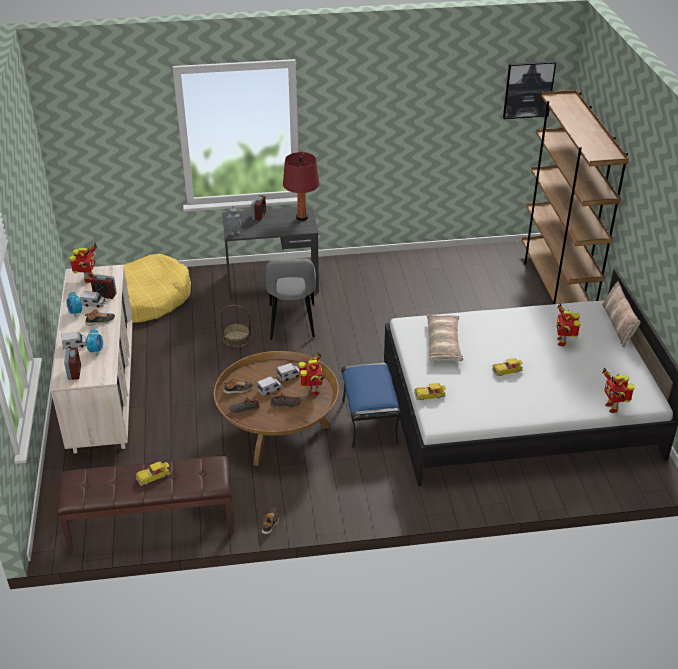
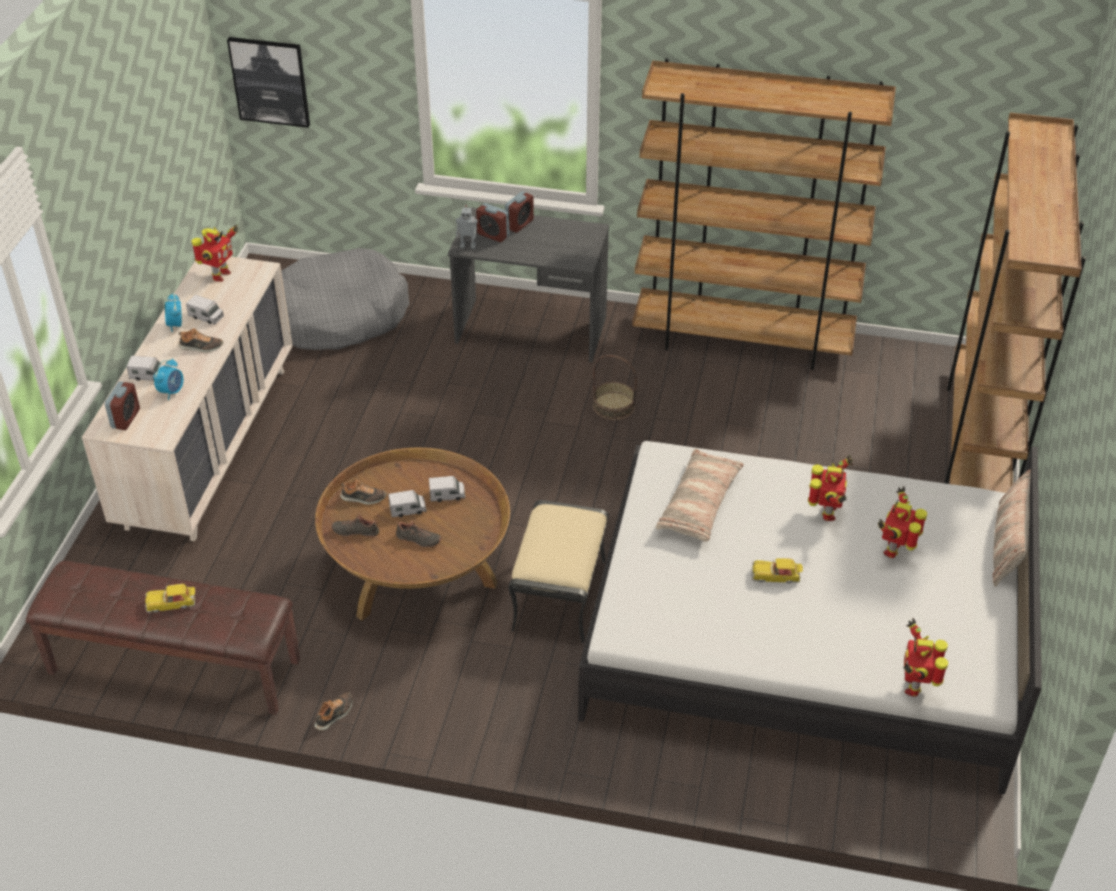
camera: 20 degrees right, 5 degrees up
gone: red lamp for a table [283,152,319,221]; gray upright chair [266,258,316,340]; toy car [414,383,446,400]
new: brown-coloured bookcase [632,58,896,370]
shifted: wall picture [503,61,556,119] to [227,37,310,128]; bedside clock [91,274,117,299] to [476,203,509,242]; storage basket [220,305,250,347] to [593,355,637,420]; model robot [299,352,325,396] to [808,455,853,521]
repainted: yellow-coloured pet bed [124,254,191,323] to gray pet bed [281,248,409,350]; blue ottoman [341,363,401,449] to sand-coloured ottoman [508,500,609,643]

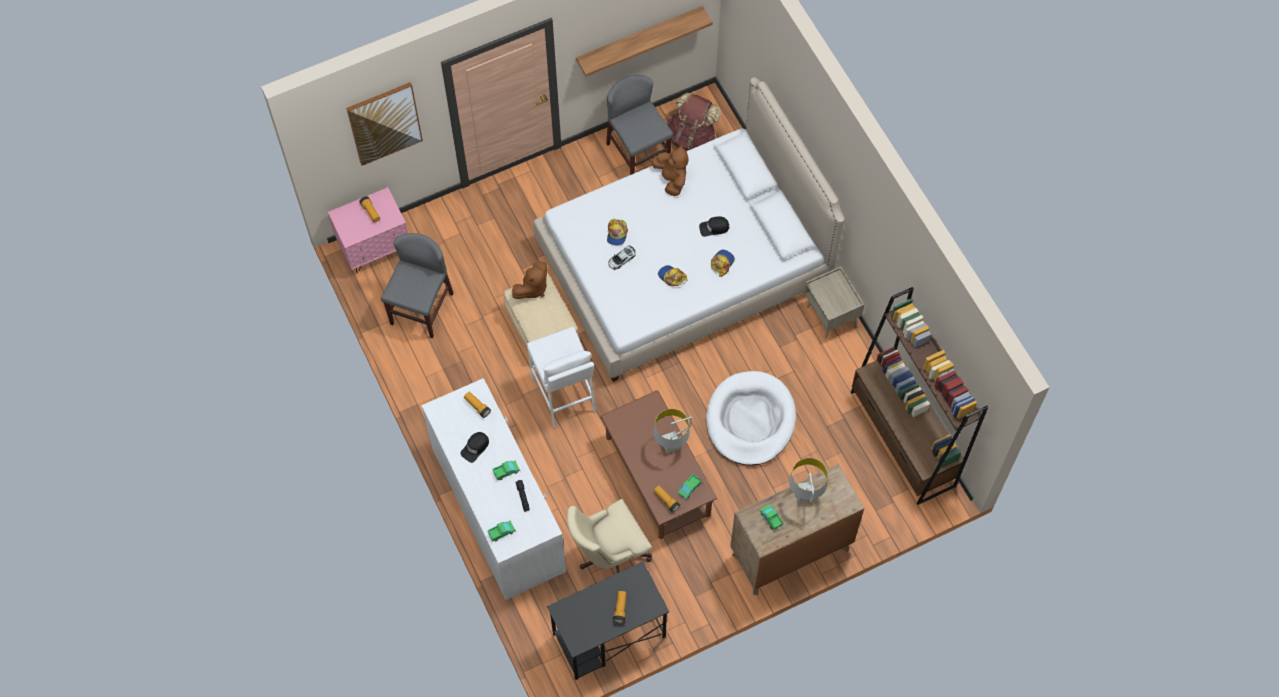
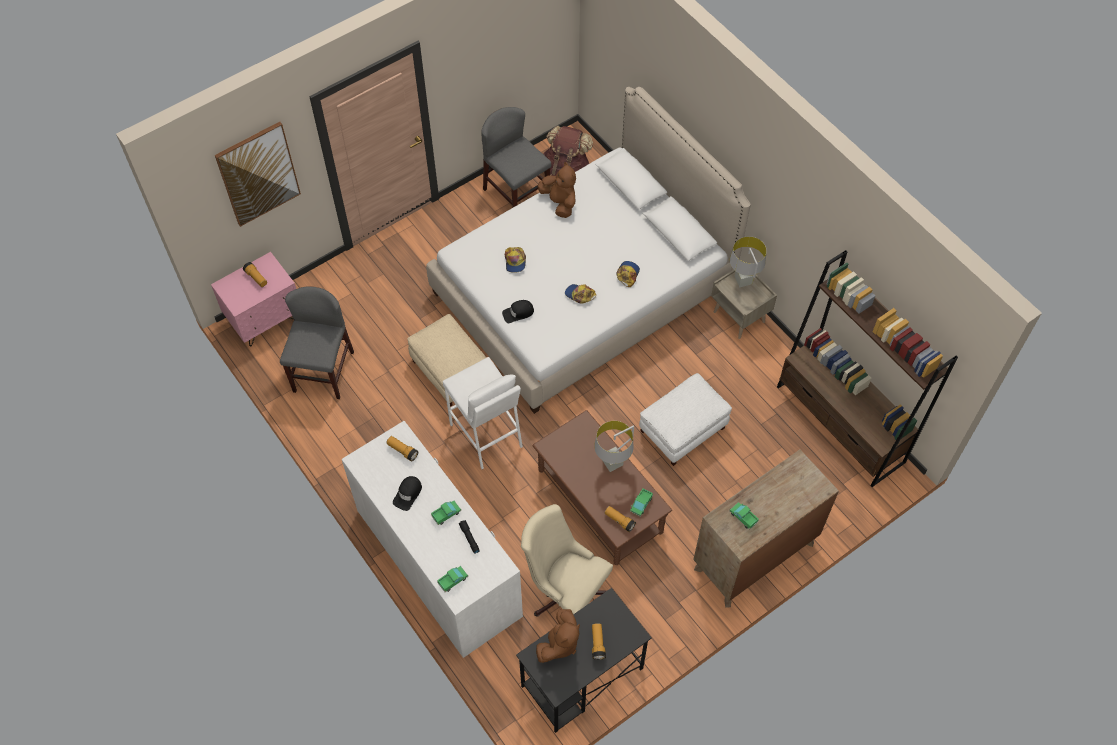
camera: 10 degrees left, 5 degrees down
gone: shelf [576,6,713,77]; toy car [608,245,635,270]
shifted: black baseball cap [699,216,729,237] to [502,300,534,323]; brown-coloured plush toy [512,261,548,299] to [536,609,580,663]; gray lamp for a table [789,458,828,503] to [730,236,767,287]
swapped: white-coloured pet bed [706,371,796,466] to white-coloured ottoman [639,373,732,466]
rotated: sand-coloured office chair [567,499,652,573] = [521,504,613,616] 75 degrees clockwise

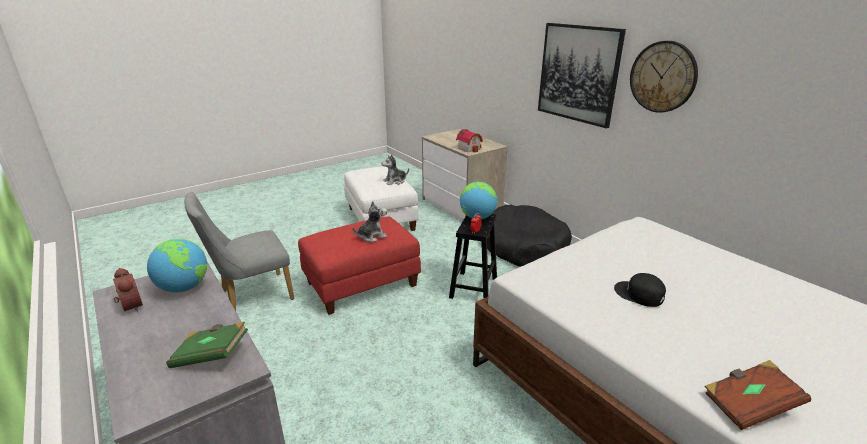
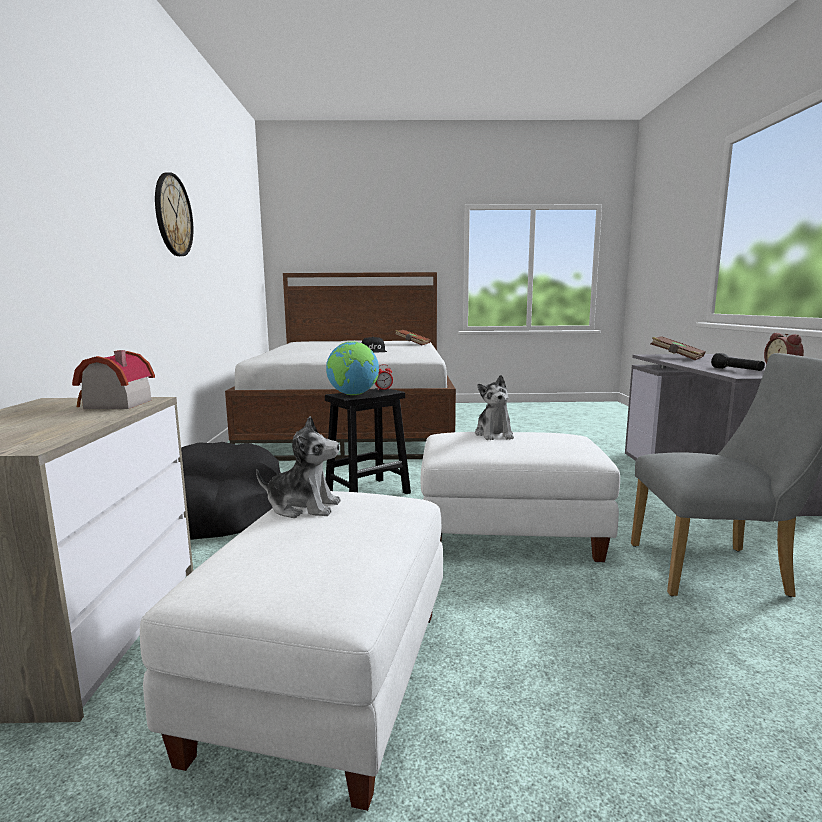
camera: 145 degrees left, 15 degrees down
gone: wall picture [538,23,626,128]
swapped: desk globe [147,239,207,293] to black torch [711,353,765,371]
repainted: red ottoman [298,217,421,315] to white-coloured ottoman [420,432,620,562]; green book [166,322,248,368] to brown-coloured book [651,336,706,360]
rotated: plush toy [352,201,387,242] = [475,375,514,440] 105 degrees counterclockwise

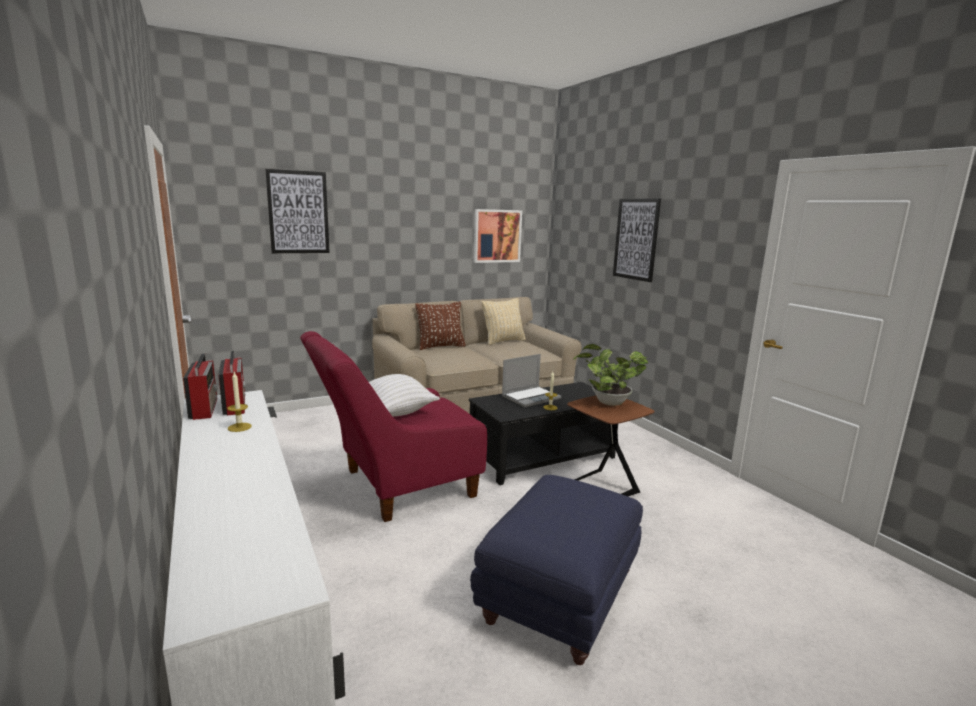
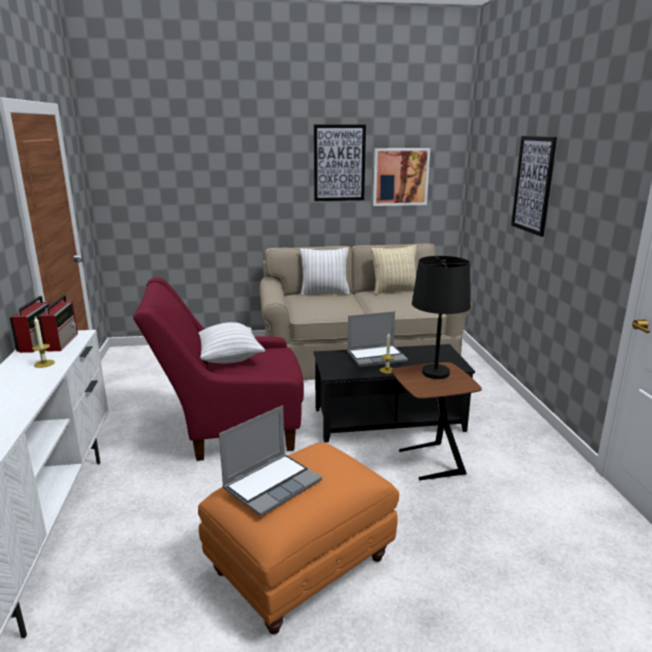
camera: 20 degrees right, 5 degrees up
new: notebook computer [219,405,322,516]
shifted: wall picture [265,169,330,253] to [314,125,366,201]
swapped: potted plant [573,344,648,406] to black lamp for a table [412,256,471,379]
repainted: brown-coloured throw pillow [415,302,466,350] to white-coloured throw pillow [300,248,350,295]; blue ottoman [470,475,643,665] to orangey ottoman [198,443,399,634]

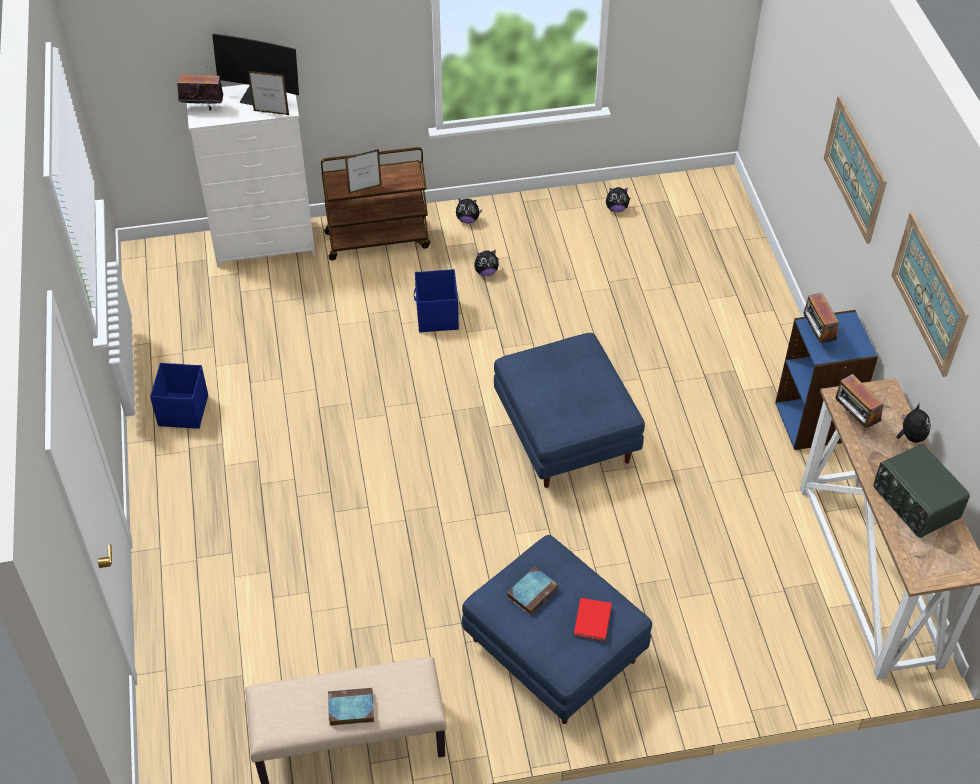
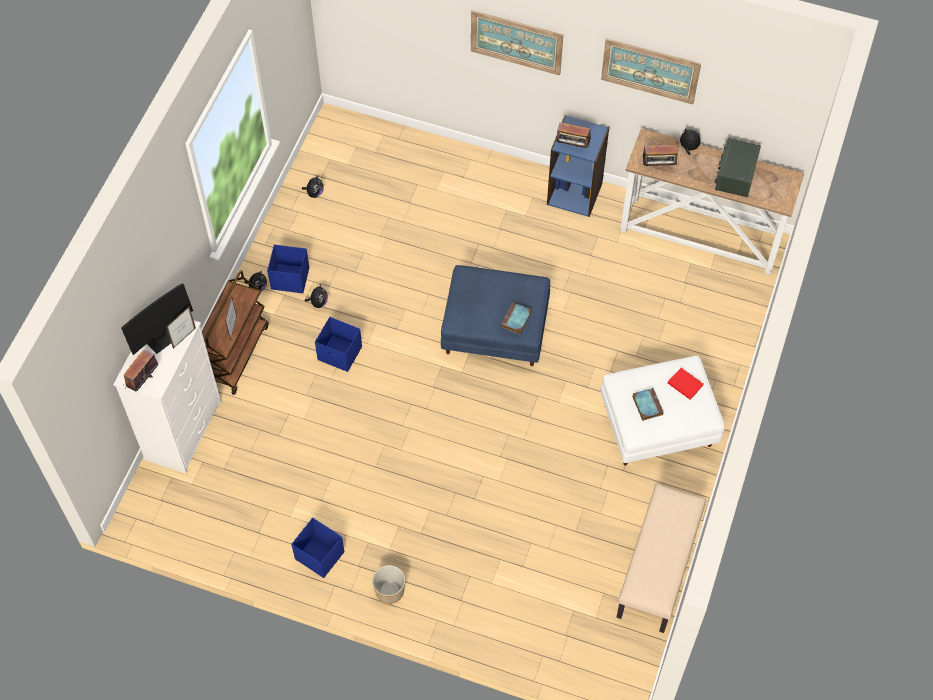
camera: 60 degrees left, 10 degrees up
new: blue storage box [267,245,309,293]; plant pot [372,565,405,604]
shifted: book [328,688,374,726] to [501,302,532,335]
repainted: blue ottoman [462,535,652,724] to white-coloured ottoman [601,356,724,466]
rotated: radio set [873,443,970,538] = [714,138,761,198] 105 degrees clockwise

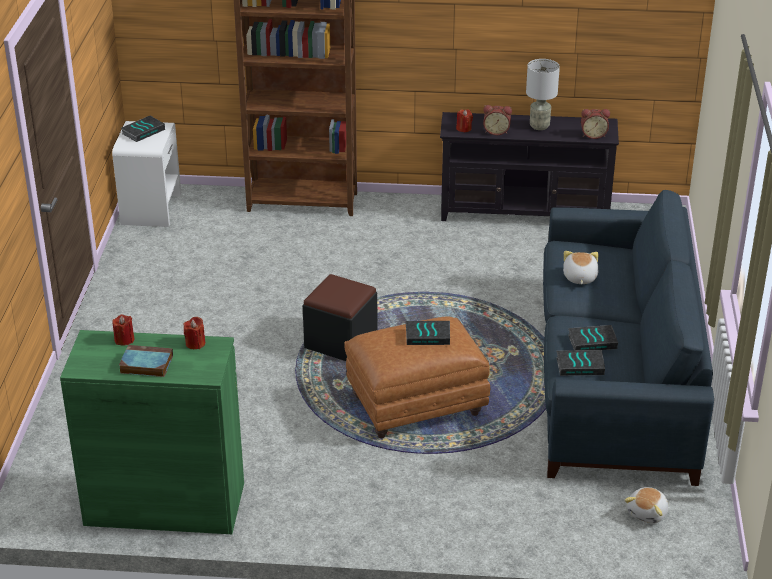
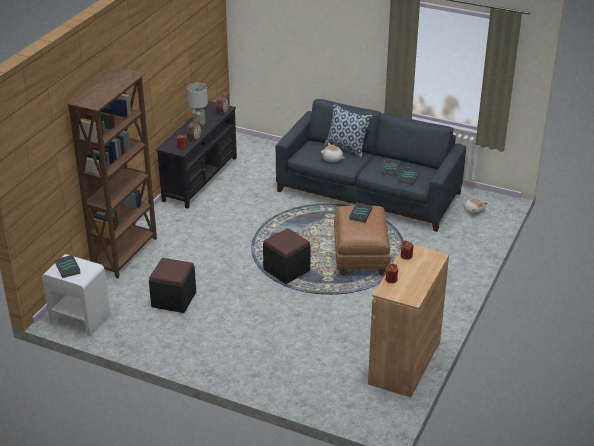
camera: 70 degrees left, 0 degrees up
gone: book [119,345,173,377]
new: throw pillow [324,103,373,158]; black ottoman [149,258,196,313]
repainted: green cupboard [60,330,244,534] to brown-coloured cupboard [368,245,449,398]

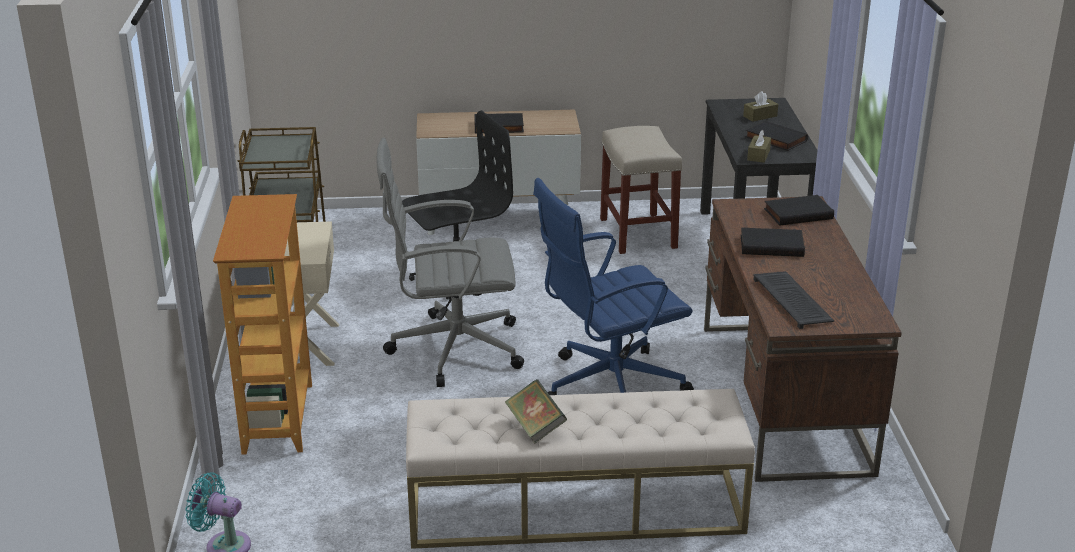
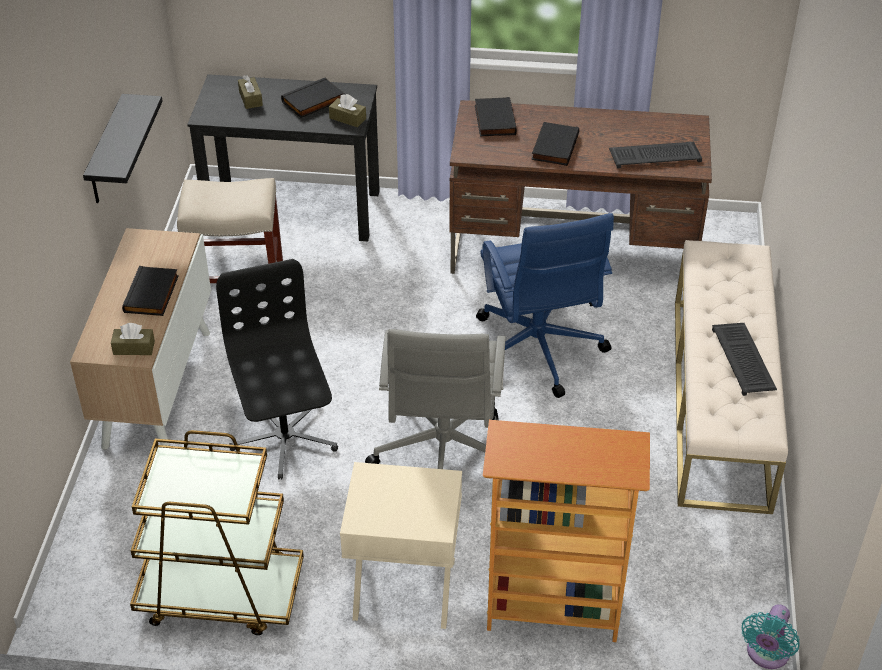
camera: 80 degrees left, 15 degrees up
new: black shelf [83,94,163,203]; brown-coloured tissue box [111,323,155,355]
swapped: book [505,379,567,444] to PC keyboard [712,323,777,396]

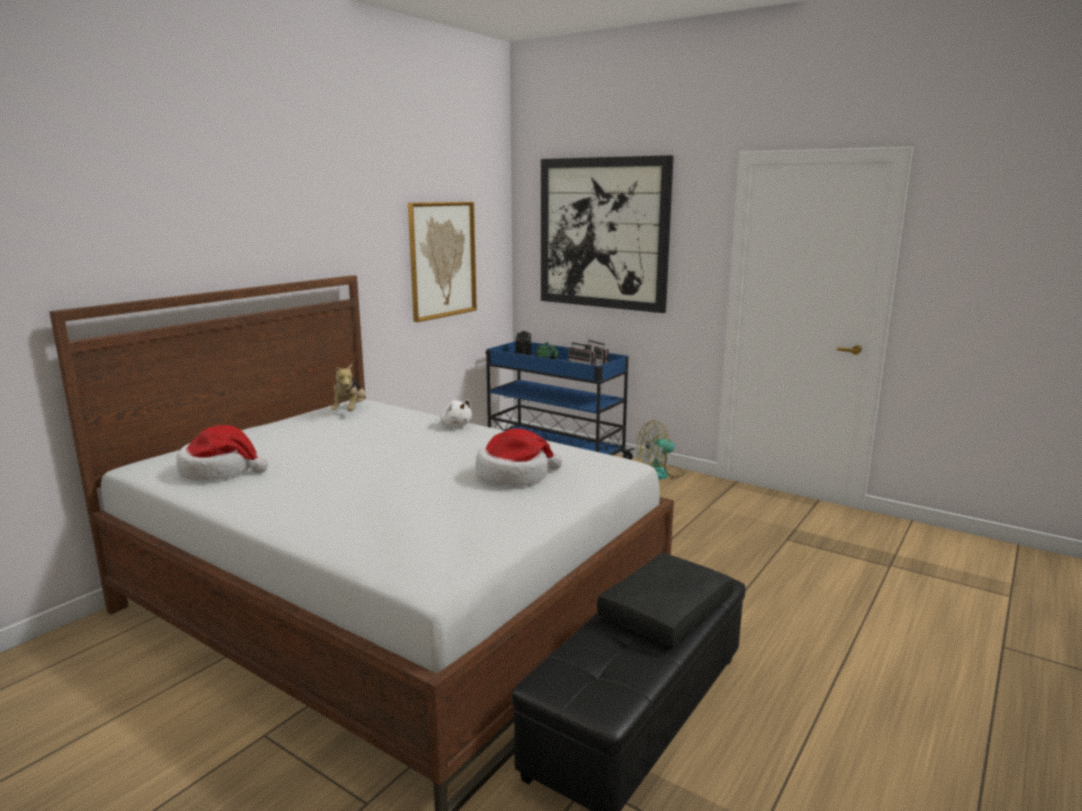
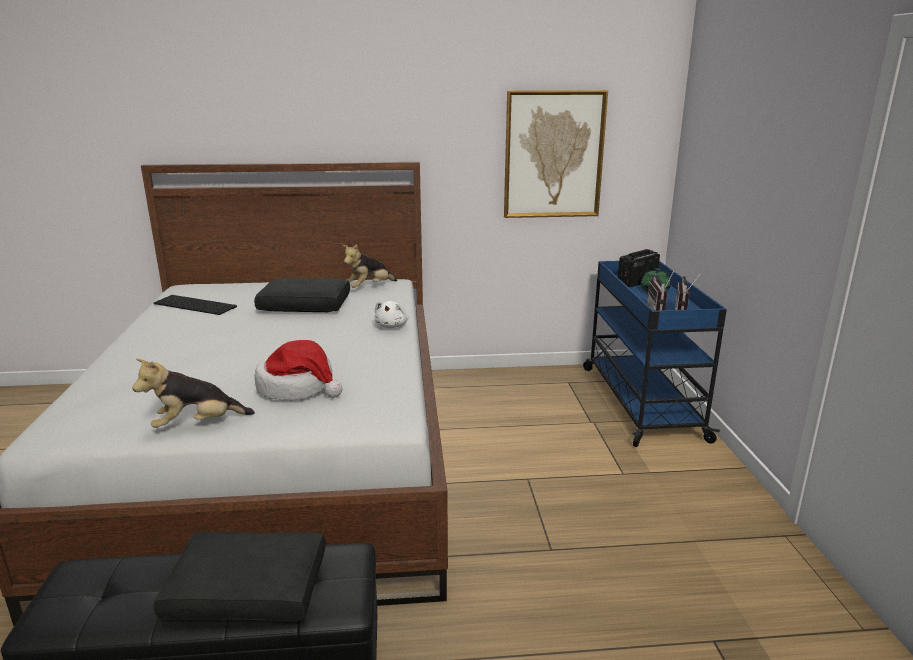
camera: 50 degrees right, 5 degrees up
gone: wall picture [541,155,673,313]; electric fan [637,420,684,480]
new: black throw pillow [254,278,350,312]; plush toy [132,358,255,428]
swapped: clothing hat [176,425,268,480] to PC keyboard [154,295,237,315]

